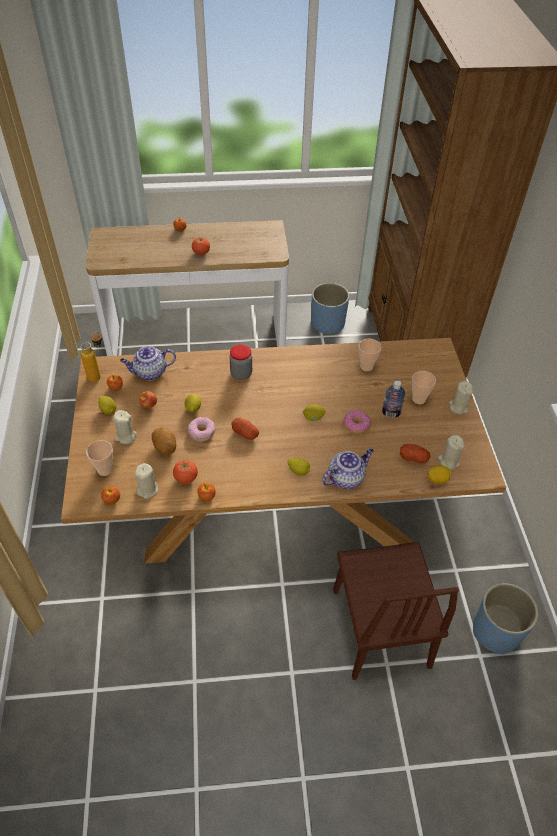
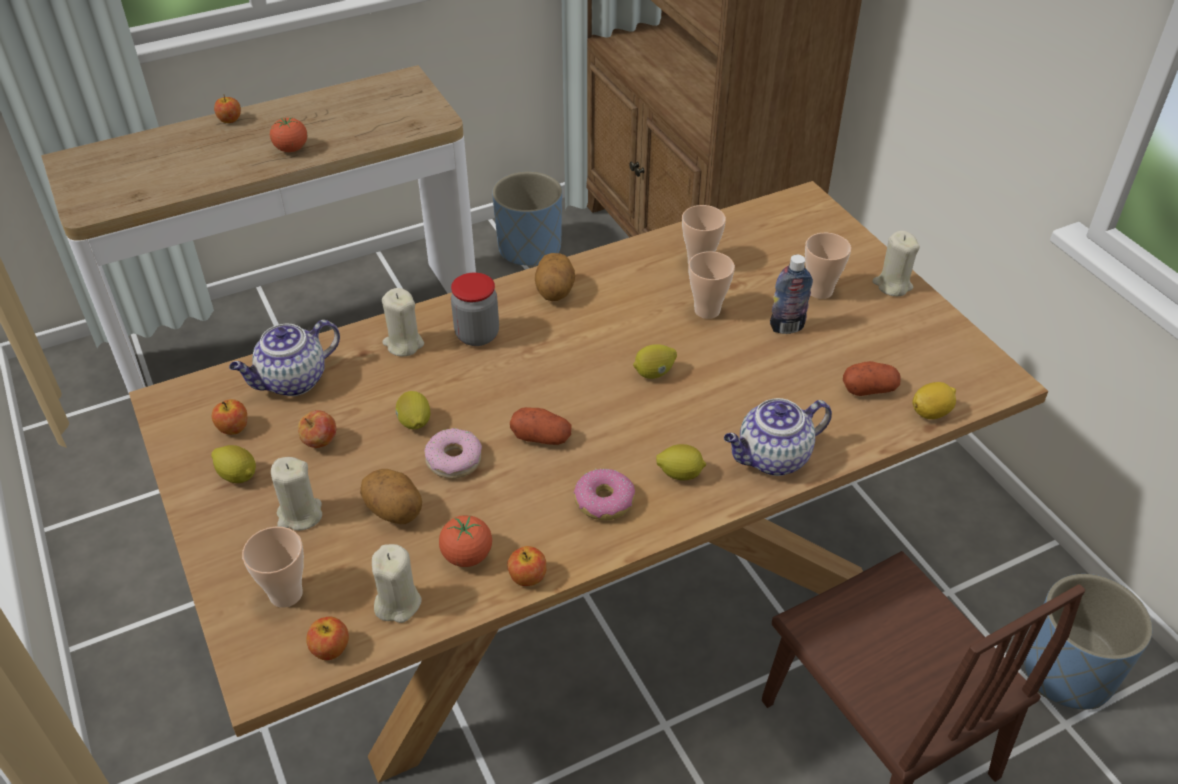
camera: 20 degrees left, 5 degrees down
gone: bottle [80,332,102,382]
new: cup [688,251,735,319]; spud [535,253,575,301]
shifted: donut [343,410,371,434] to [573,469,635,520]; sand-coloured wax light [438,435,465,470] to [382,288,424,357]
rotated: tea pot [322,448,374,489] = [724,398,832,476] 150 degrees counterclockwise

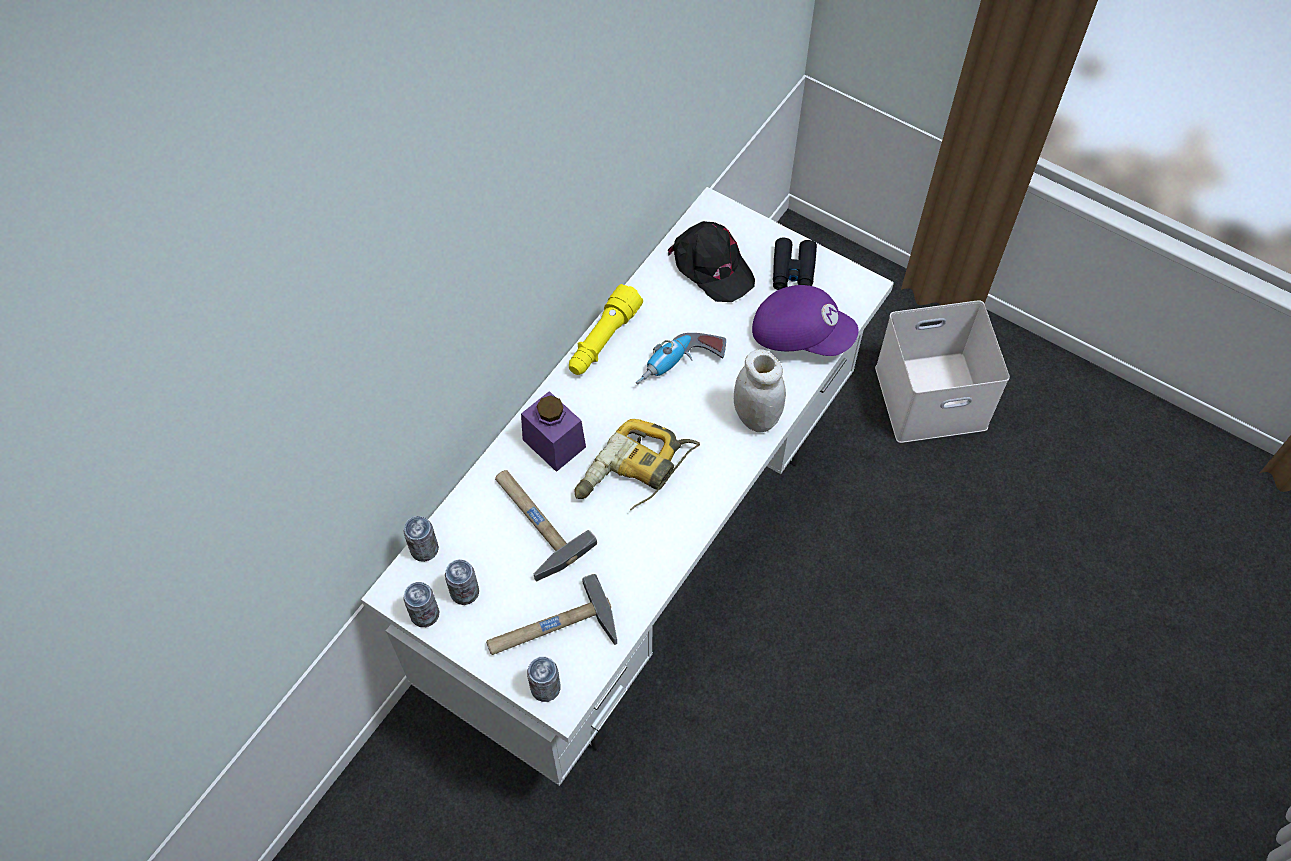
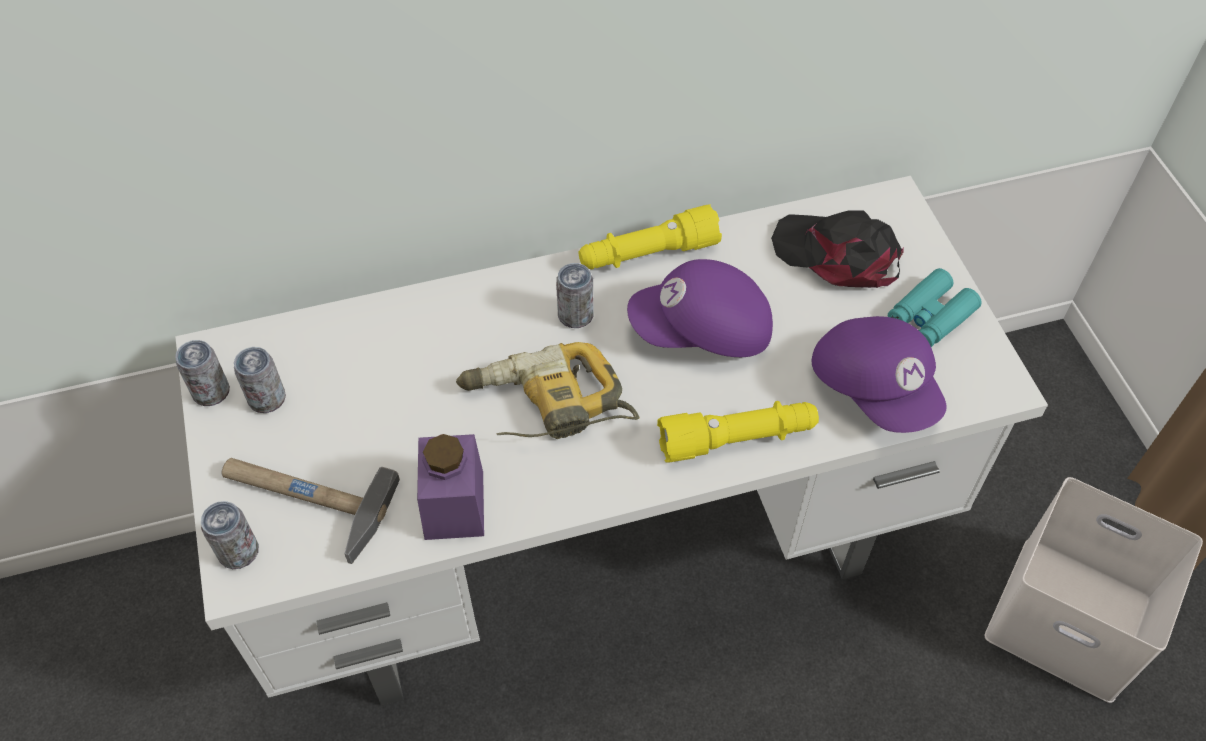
camera: 40 degrees right, 5 degrees down
gone: tool hammer [495,470,597,582]
shifted: purple preserve jar [521,391,586,472] to [417,434,484,540]; metal can [403,516,439,562] to [556,263,594,328]
swapped: drill [636,333,726,385] to purple baseball cap [627,259,773,357]; white-coloured preserve jar [734,349,786,432] to yellow-coloured torch [657,401,819,463]
repainted: black binoculars [773,238,817,290] to turquoise-coloured binoculars [888,268,982,347]
rotated: black baseball cap [668,221,755,302] = [771,210,904,288] 120 degrees clockwise

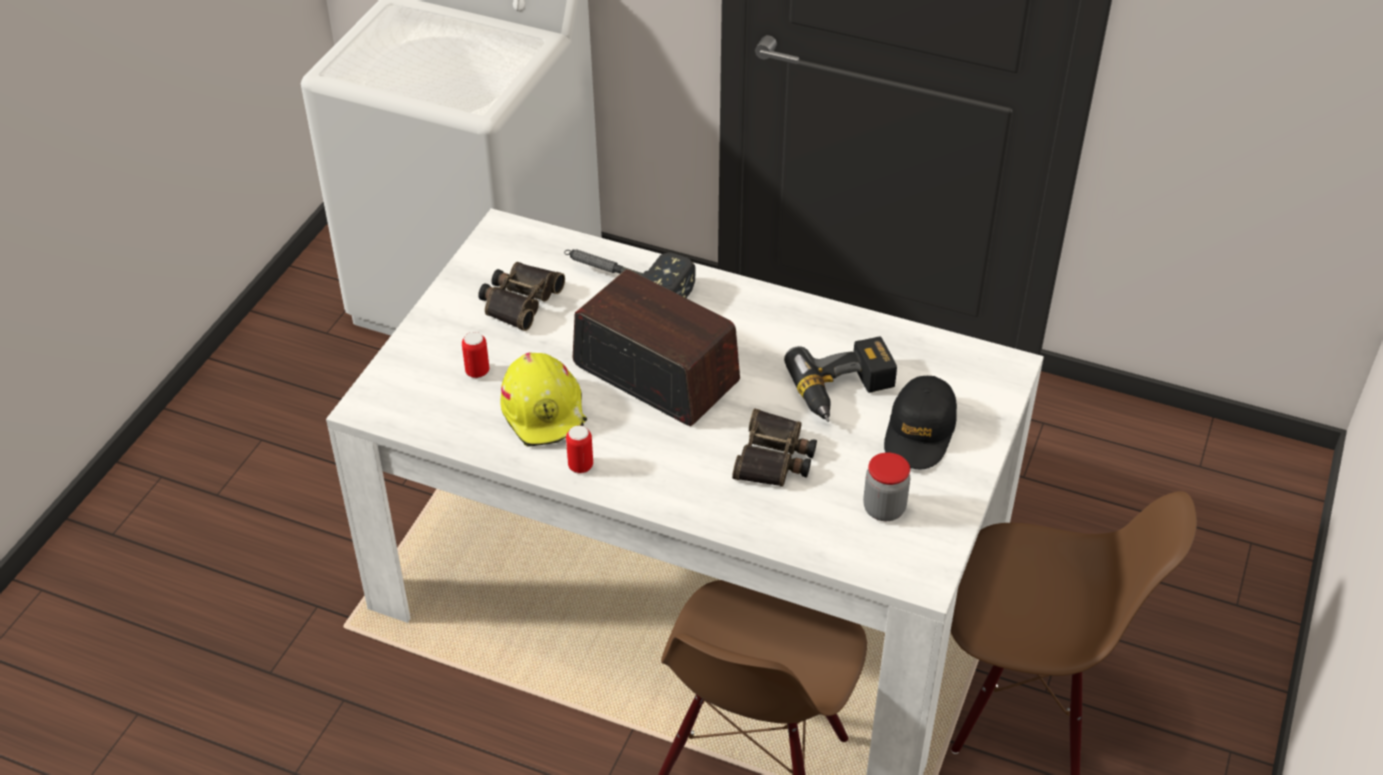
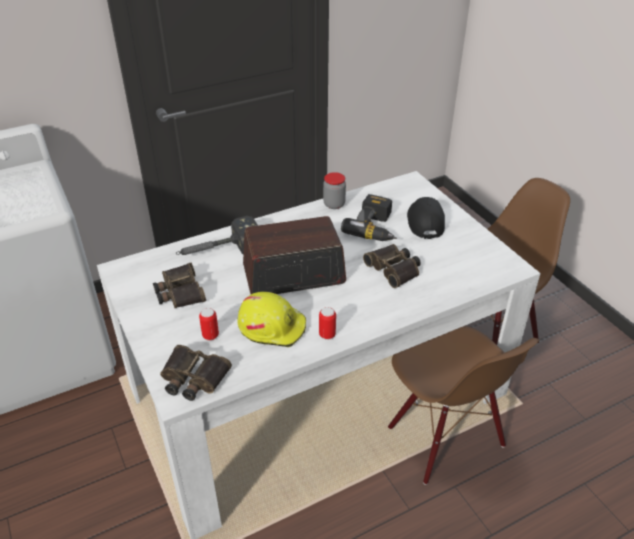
camera: 50 degrees left, 5 degrees down
new: binoculars [160,345,232,401]
shifted: preserve jar [863,452,910,521] to [323,172,346,209]
rotated: black baseball cap [884,376,957,469] = [407,197,445,239] 150 degrees counterclockwise

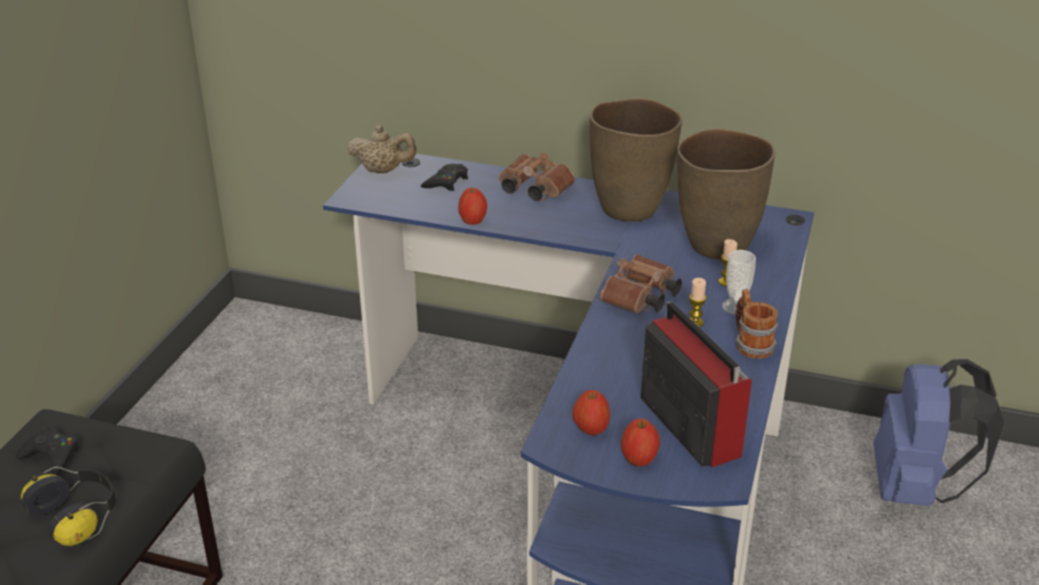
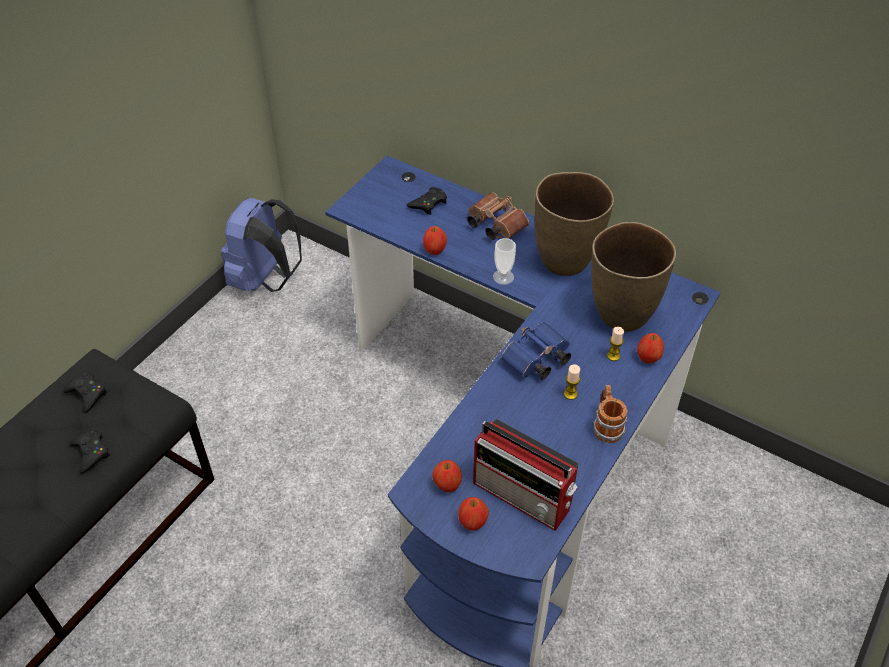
camera: 15 degrees right, 15 degrees up
gone: sand-coloured tea pot [347,125,417,173]
new: apple [637,333,664,364]
shifted: cup [722,250,756,315] to [493,238,516,285]; blue rucksack [873,359,1004,506] to [221,198,302,292]
swapped: headphones [21,467,116,547] to black gamepad [69,430,110,474]
repainted: brown-coloured binoculars [600,254,682,313] to blue binoculars [501,322,571,380]
rotated: radio set [641,301,752,468] = [473,419,579,531] 135 degrees clockwise

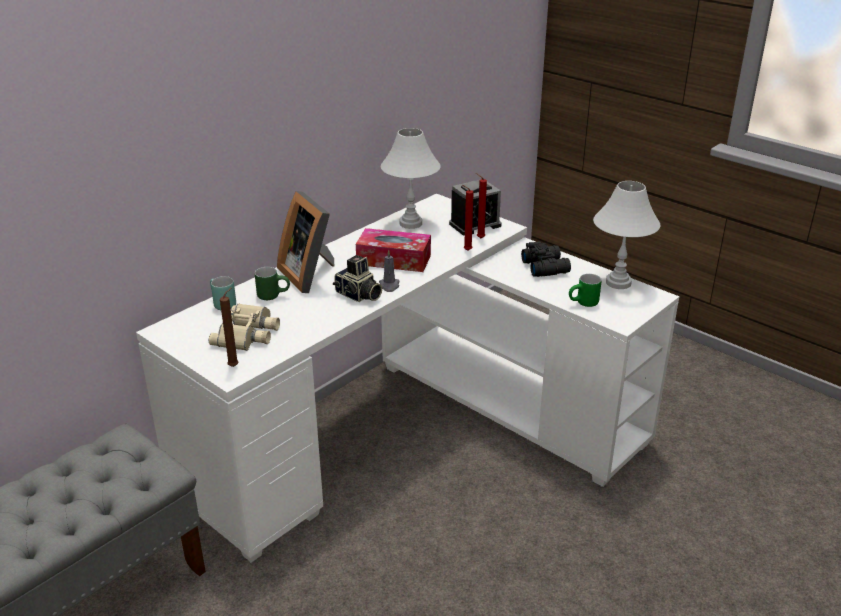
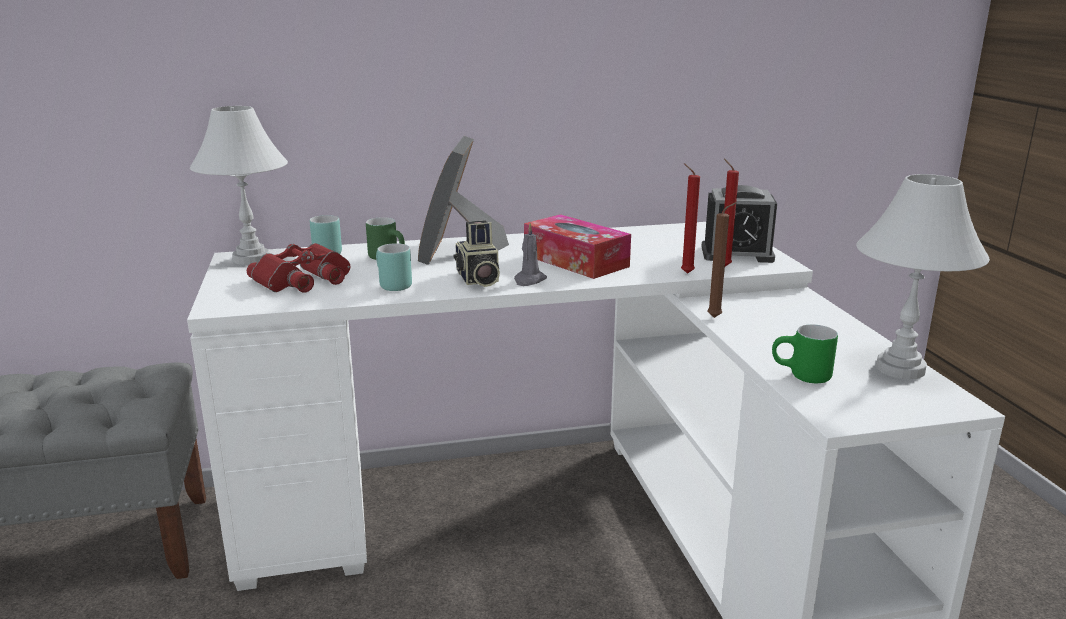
camera: 35 degrees right, 10 degrees down
gone: black binoculars [521,241,571,277]
new: turquoise-coloured mug [376,243,412,291]
shifted: white-coloured lamp for a table [381,128,441,229] to [190,106,288,265]; brown-coloured wax light [220,287,239,367] to [707,202,737,318]
repainted: sand-coloured binoculars [209,303,280,351] to red binoculars [247,243,350,293]

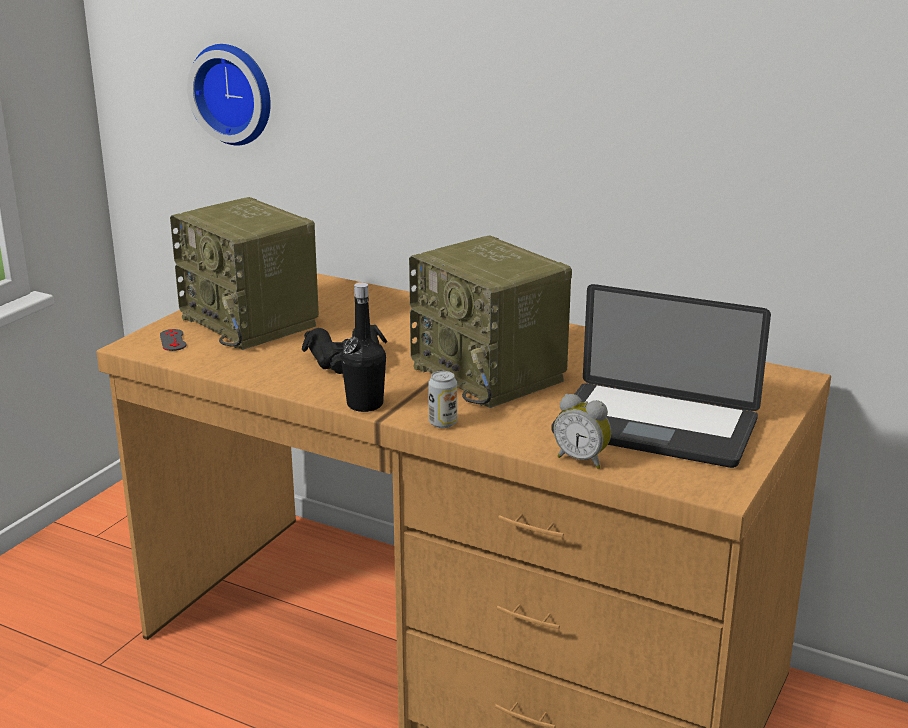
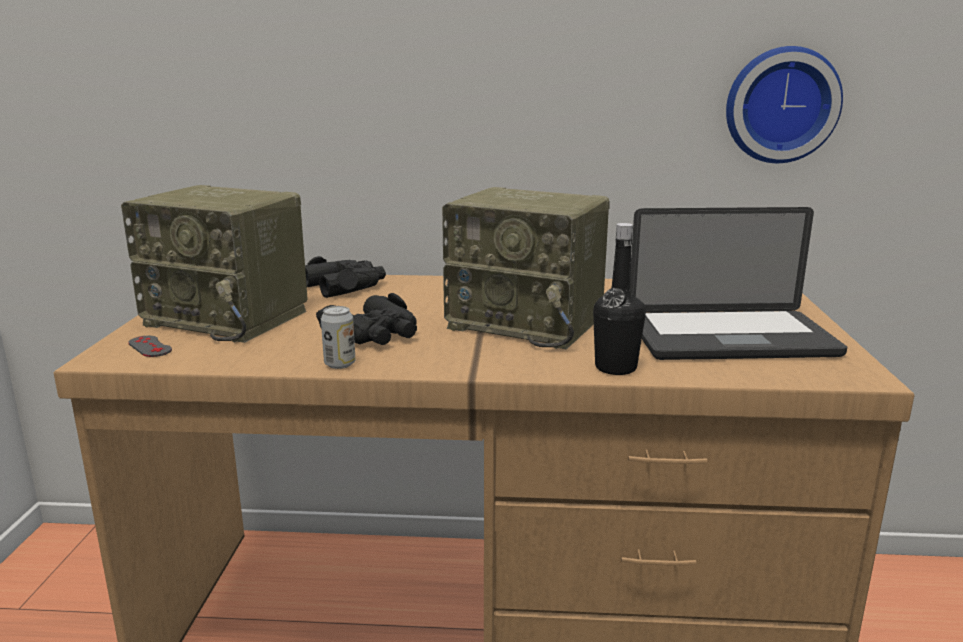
camera: 25 degrees left, 5 degrees down
gone: bedside clock [554,394,611,469]
new: black binoculars [305,256,386,298]
shifted: clock on the wall [187,44,271,146] to [726,46,843,163]; black bottle [341,283,386,412] to [593,223,646,375]; metal can [428,371,457,428] to [321,306,355,369]

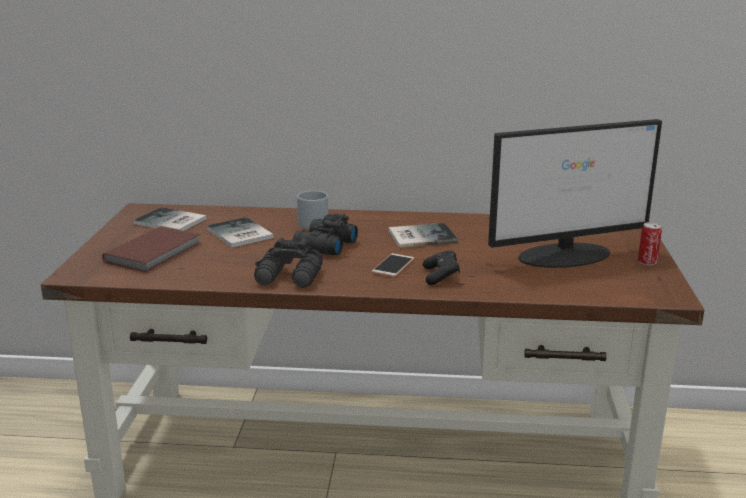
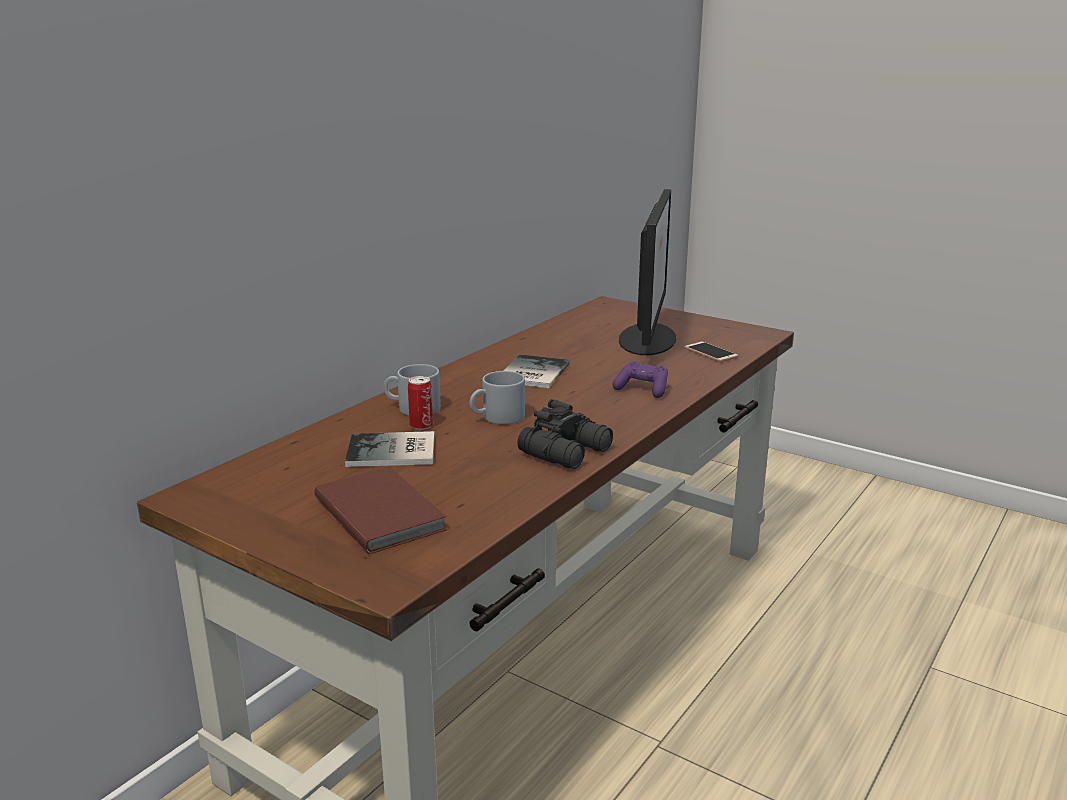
camera: 60 degrees left, 0 degrees up
gone: book [133,207,207,231]
shifted: metal can [638,222,662,265] to [408,376,433,430]; handset [372,253,414,277] to [684,342,739,362]
swapped: black binoculars [293,213,358,255] to gray mug [470,371,525,424]
repainted: black gamepad [423,251,460,285] to purple gamepad [613,361,668,398]

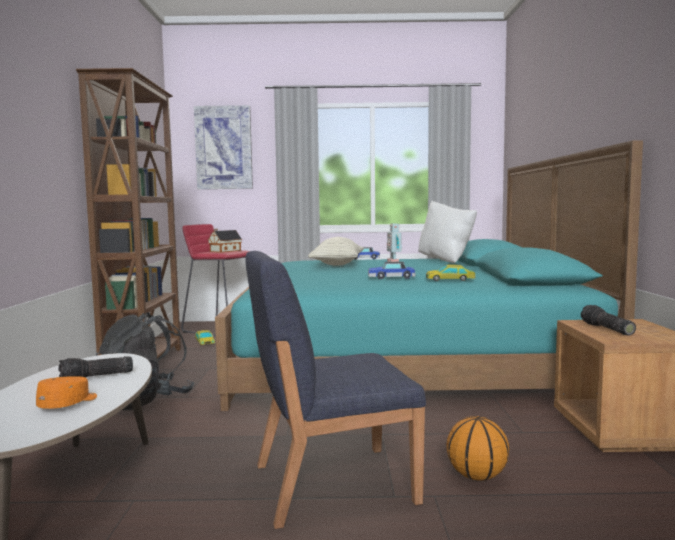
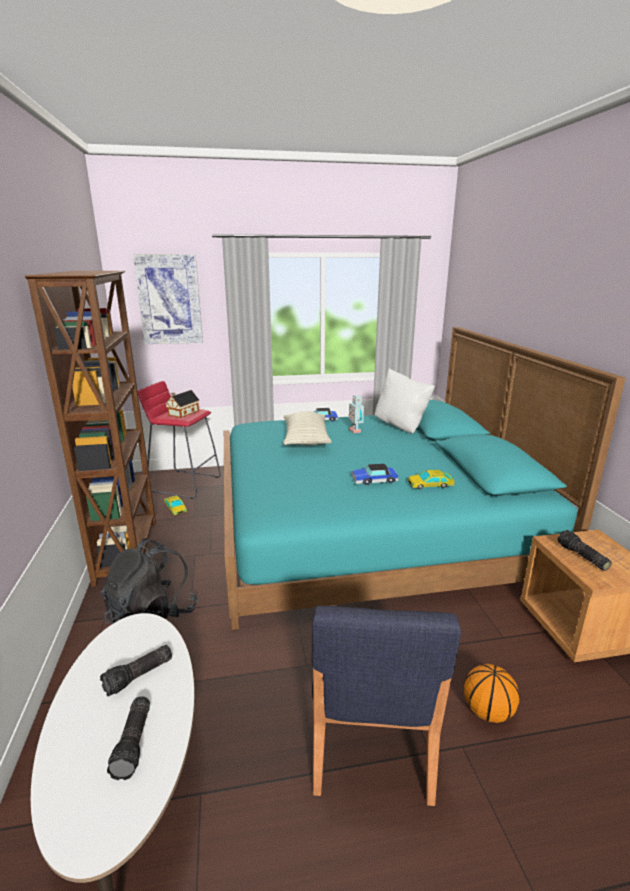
camera: 10 degrees left, 15 degrees up
swapped: orangey baseball cap [36,376,97,409] to torch [107,696,150,780]
rotated: blue upright chair [245,251,426,529] = [312,606,461,806] 60 degrees counterclockwise

